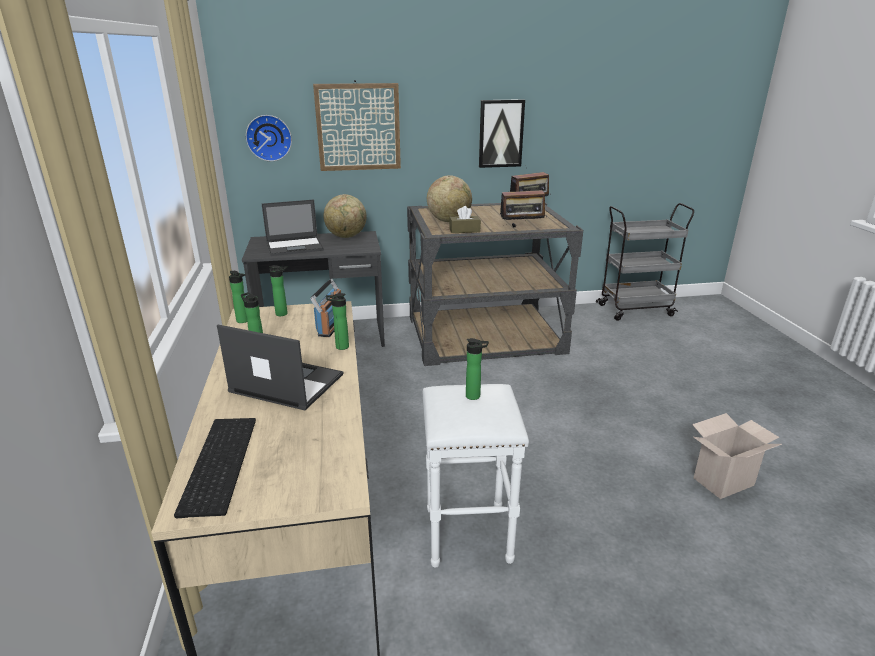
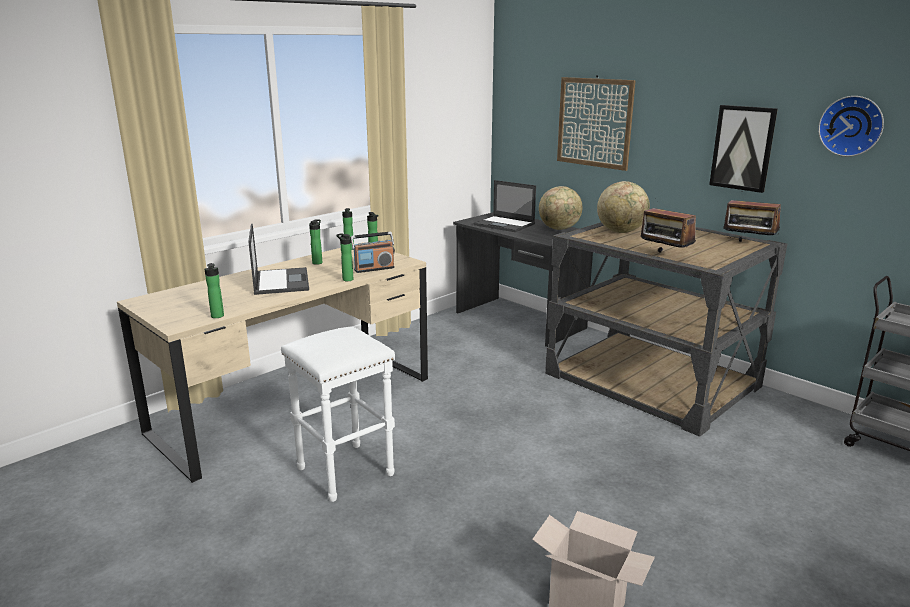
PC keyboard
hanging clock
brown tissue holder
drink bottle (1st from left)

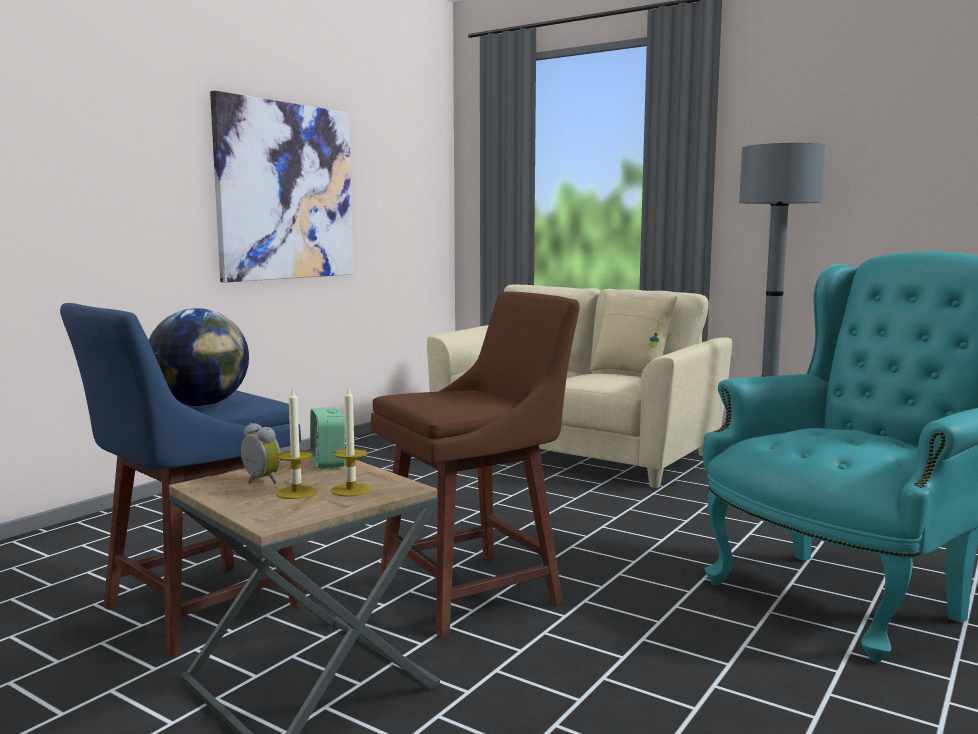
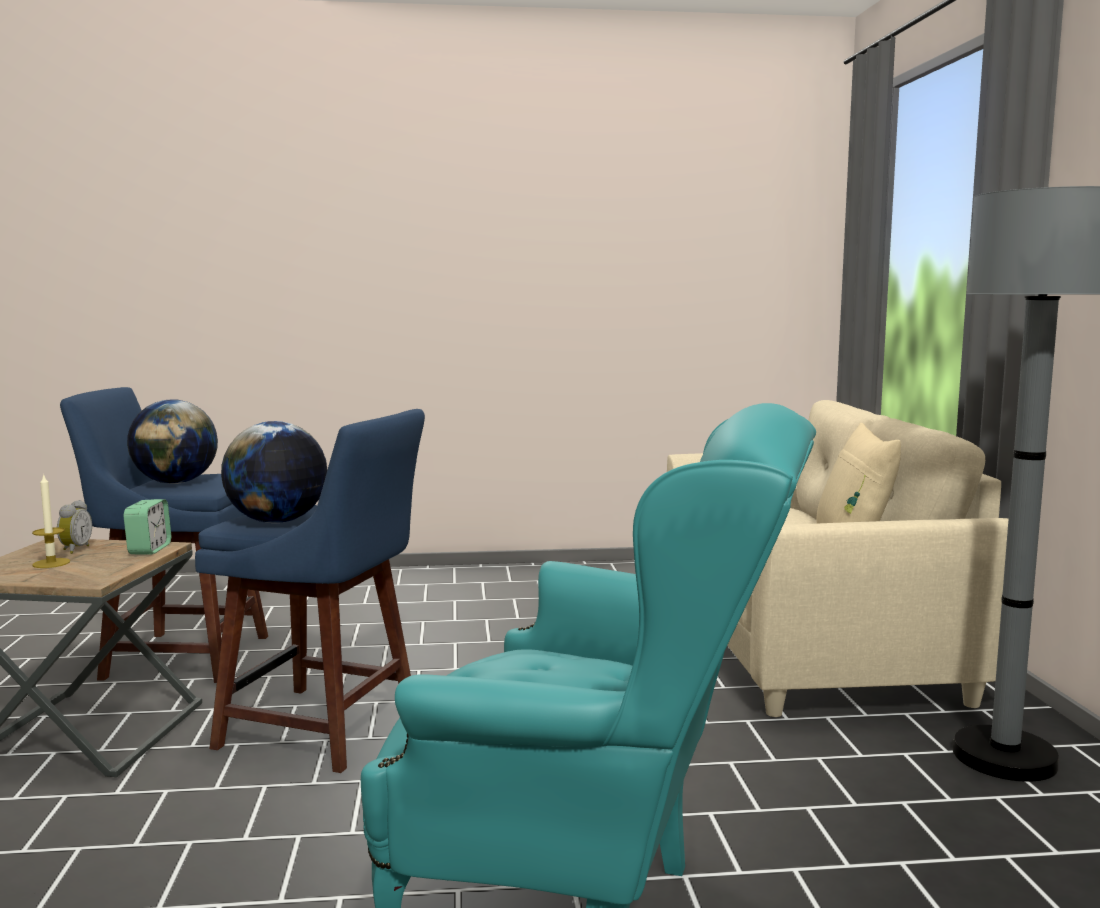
picture
alarm clock (2nd from left)
wax candle (2nd from left in the first image)
blue-coloured sitting stool (2nd from left)
world globe (2nd from left)

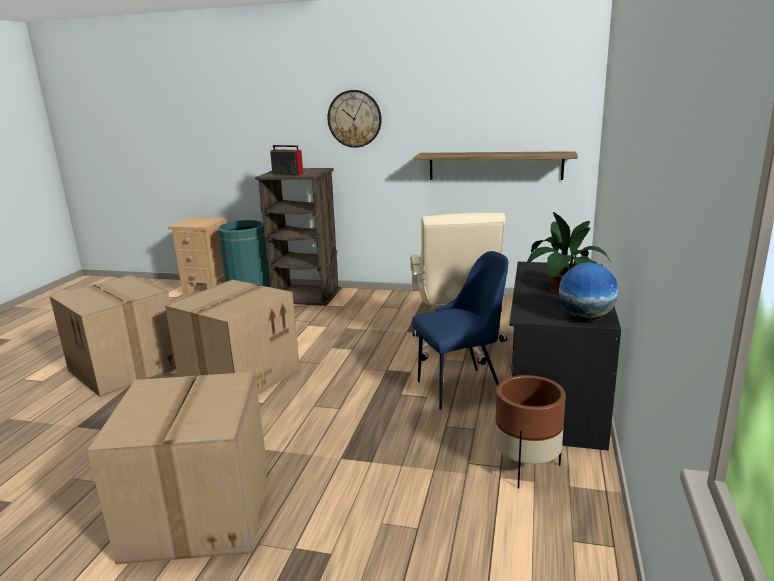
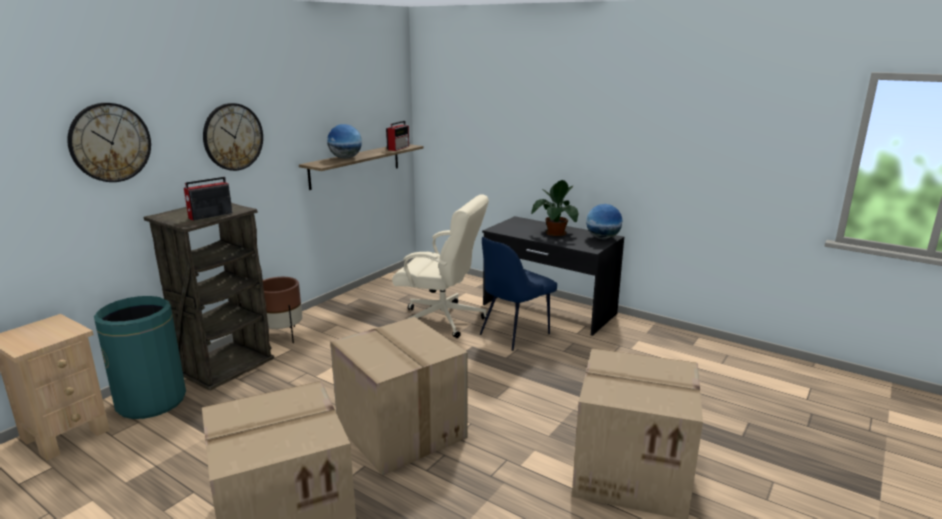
blue-coloured chair
brown plant pot
hanging clock (1st from left)
world globe (1st from left)
radio receiver (2nd from left)

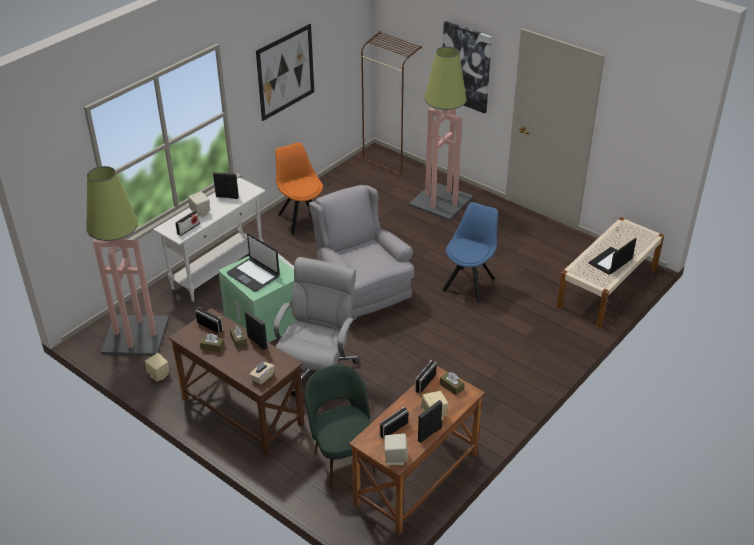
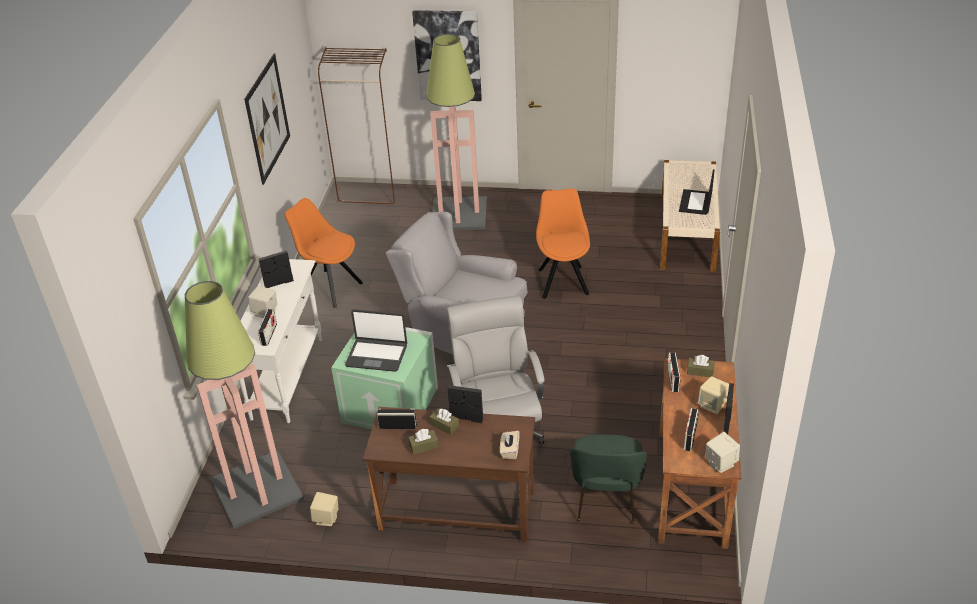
green chair
orange-coloured chair (2nd from left)

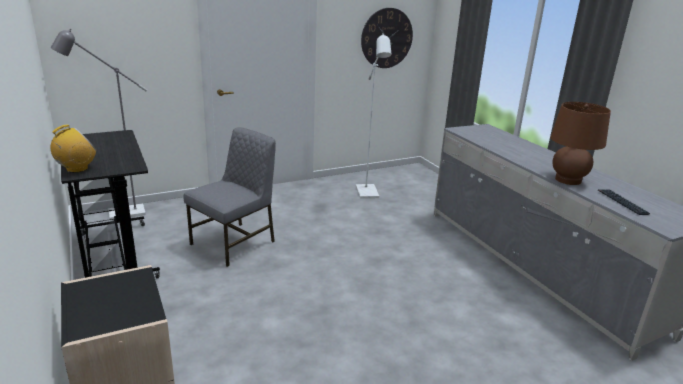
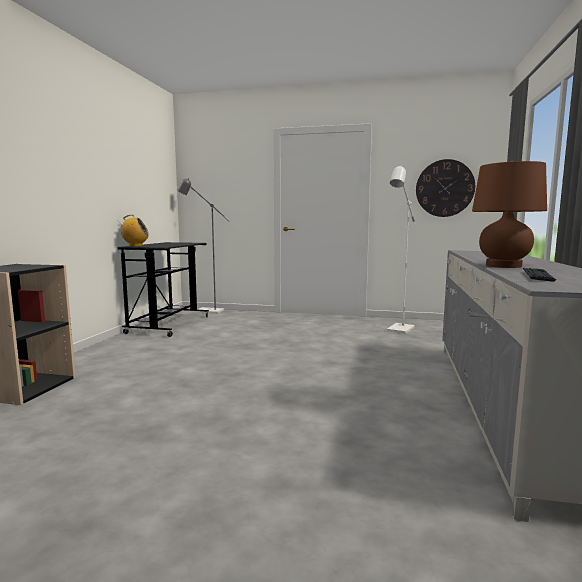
greyish chair

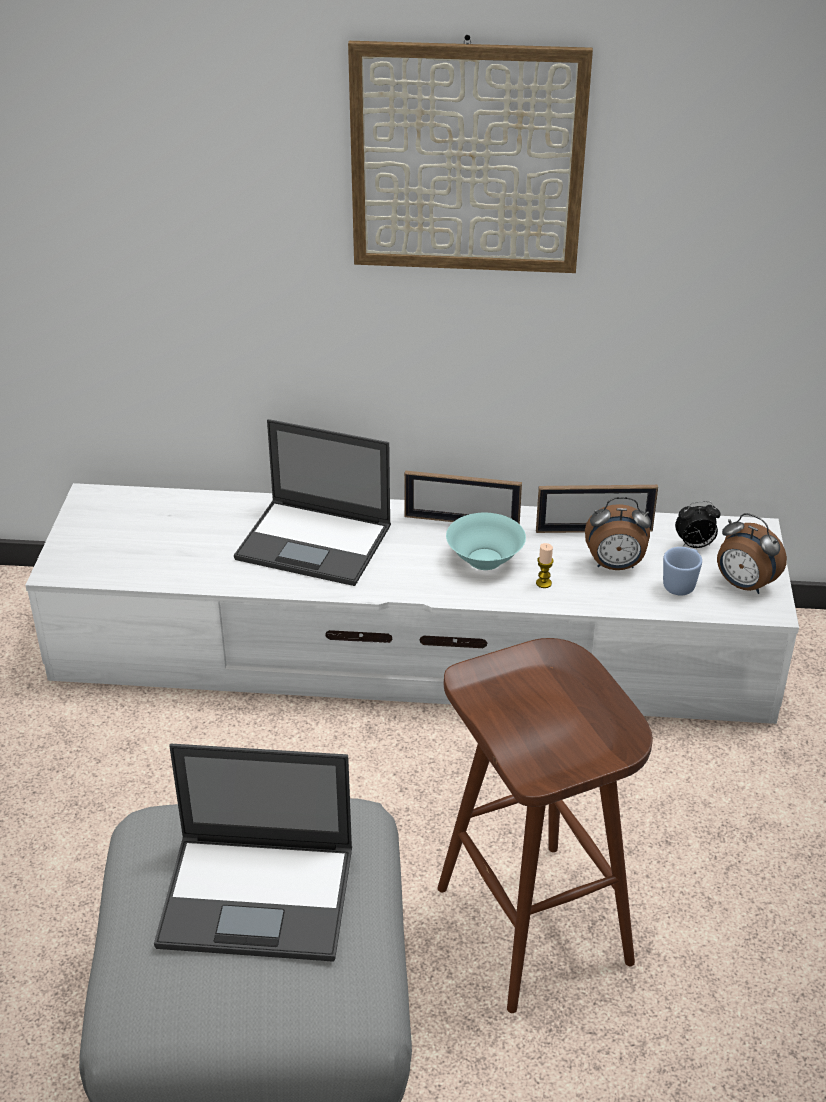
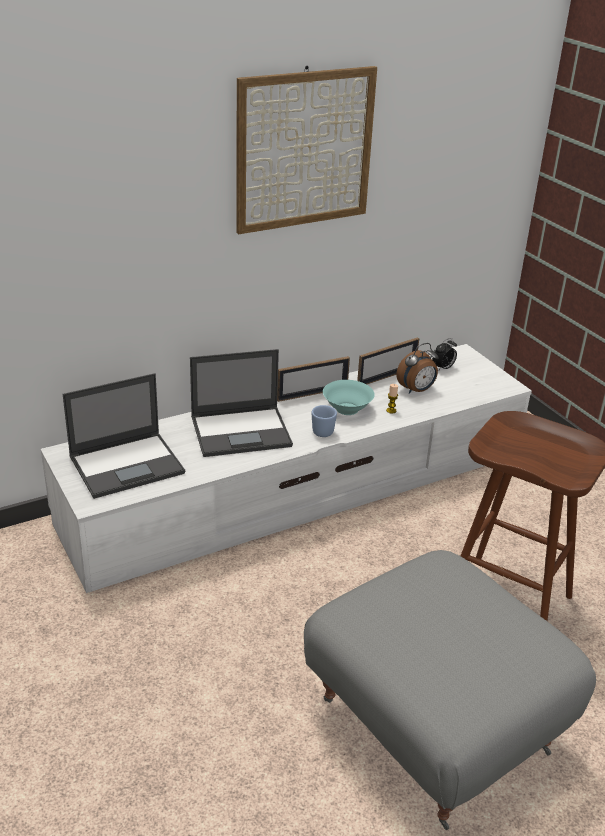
laptop (1st from left)
blue-coloured tea mug
alarm clock (3rd from left in the first image)

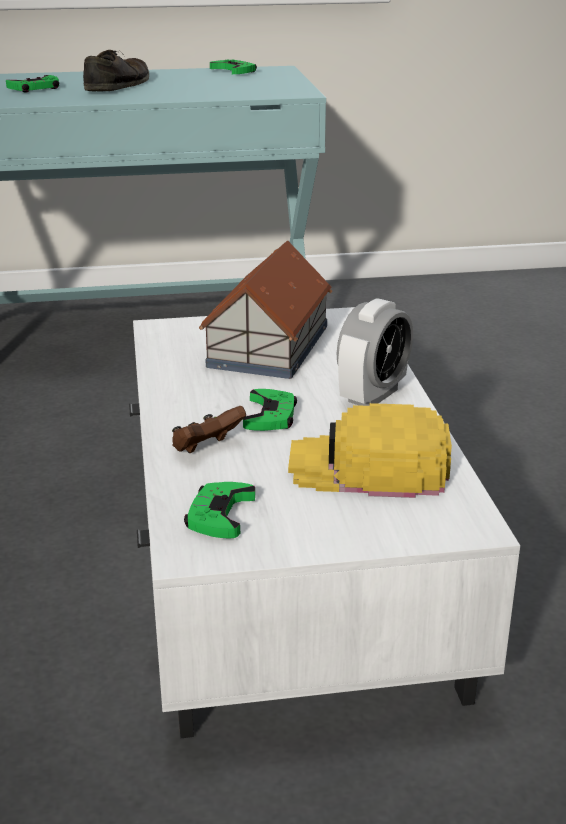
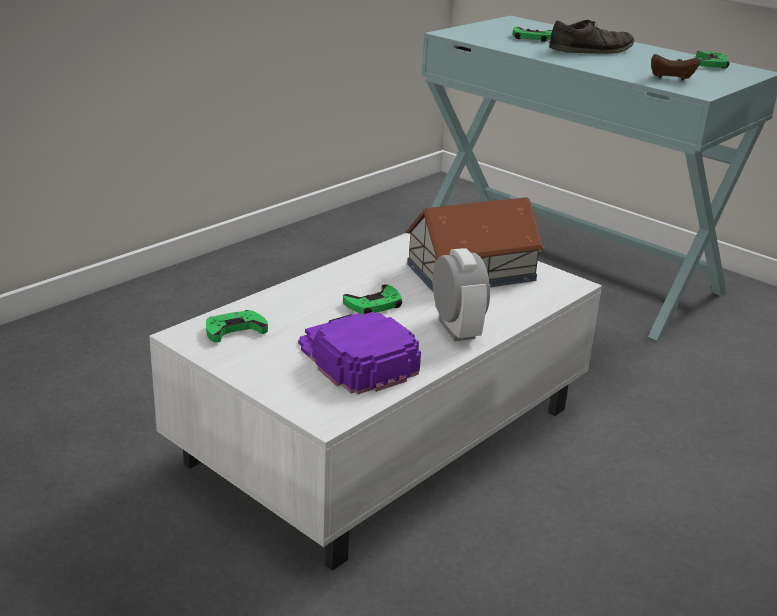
brown joypad
purple-coloured peaked cap
alarm clock

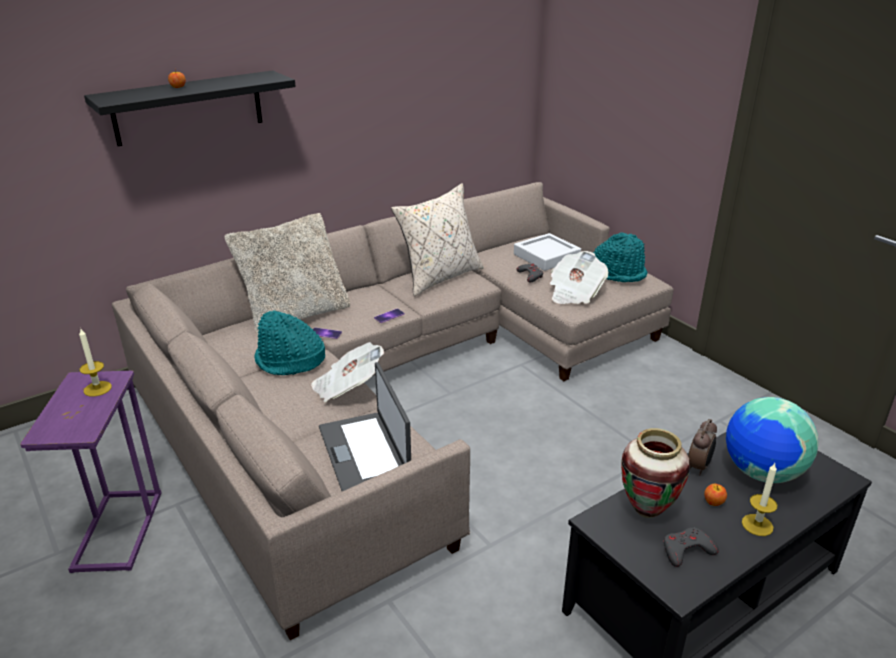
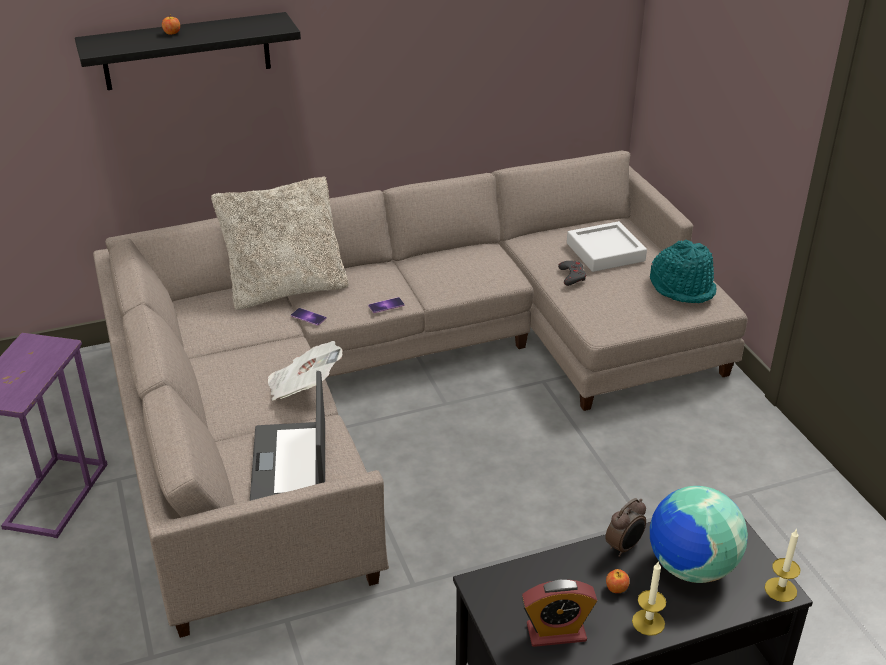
wax candle (2nd from left)
turquoise wearable hat (1st from left in the first image)
beige throw pillow (2nd from left in the first image)
printed paper (2nd from left in the first image)
decorative vase
alarm clock (1st from left)

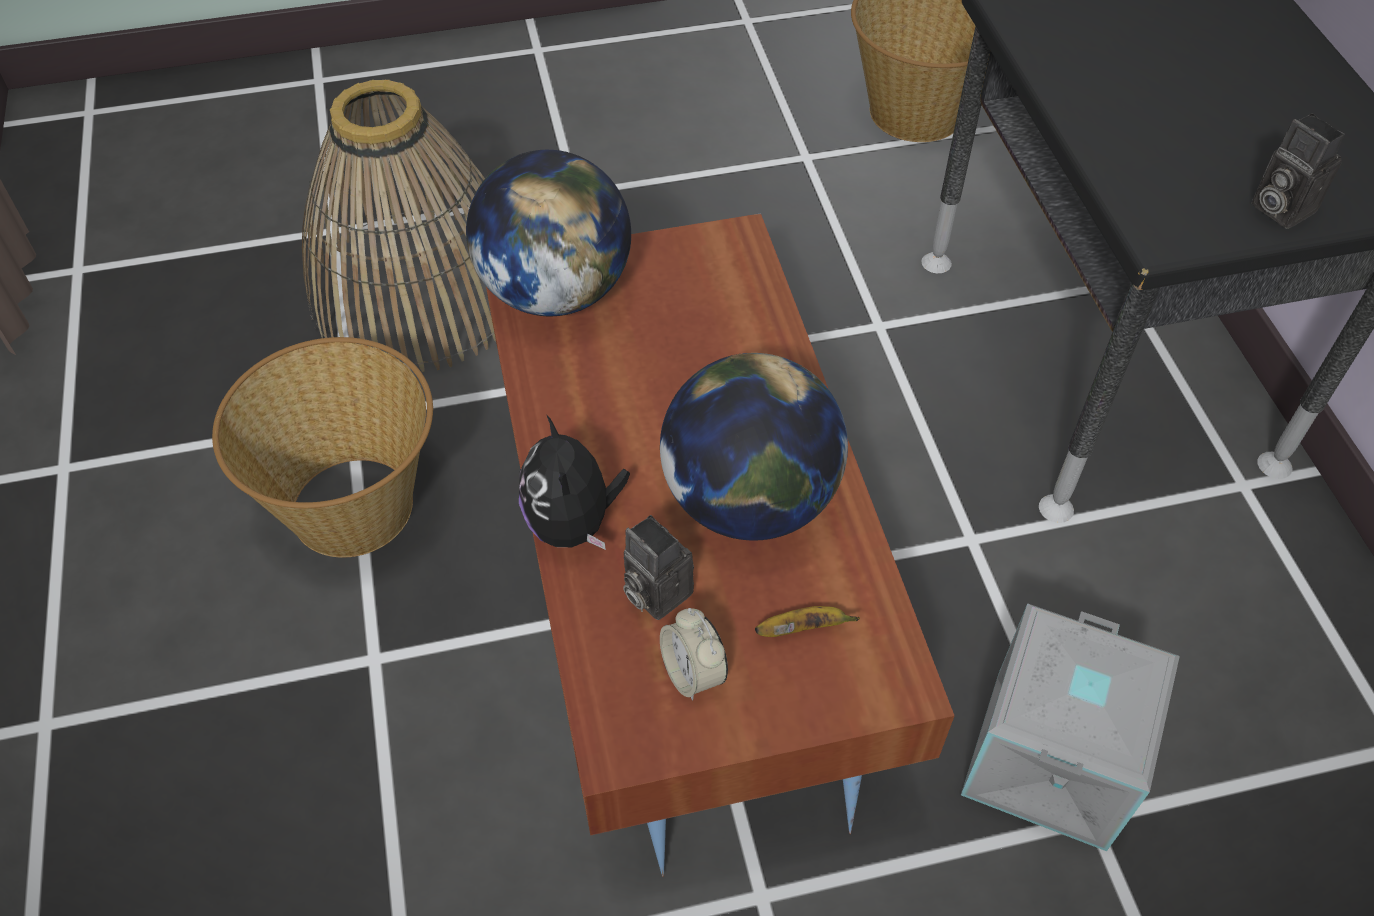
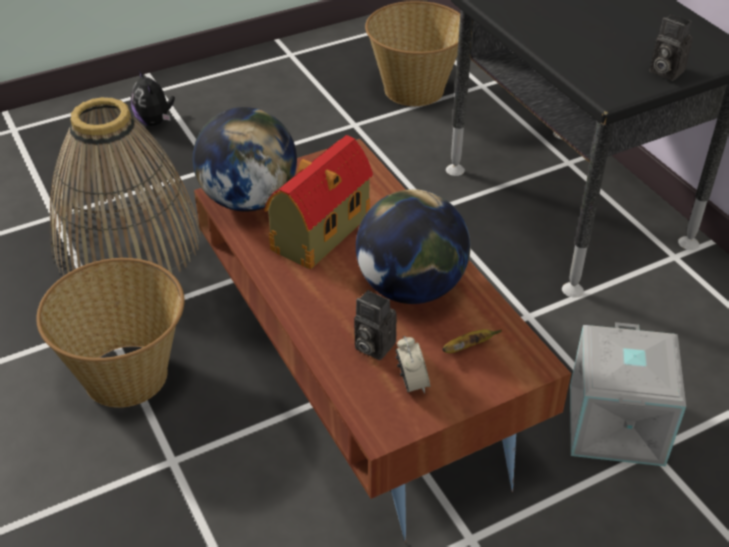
cuddly toy
alarm clock
model house

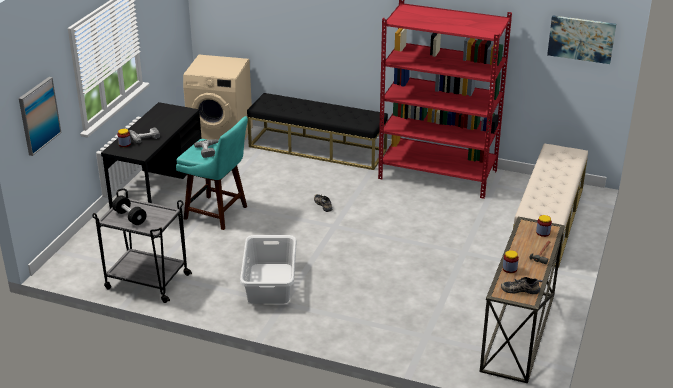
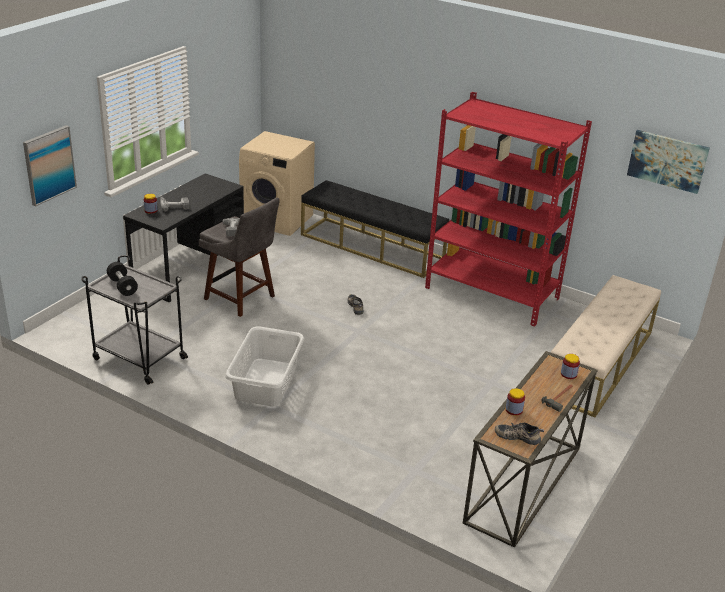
greyish sitting stool

